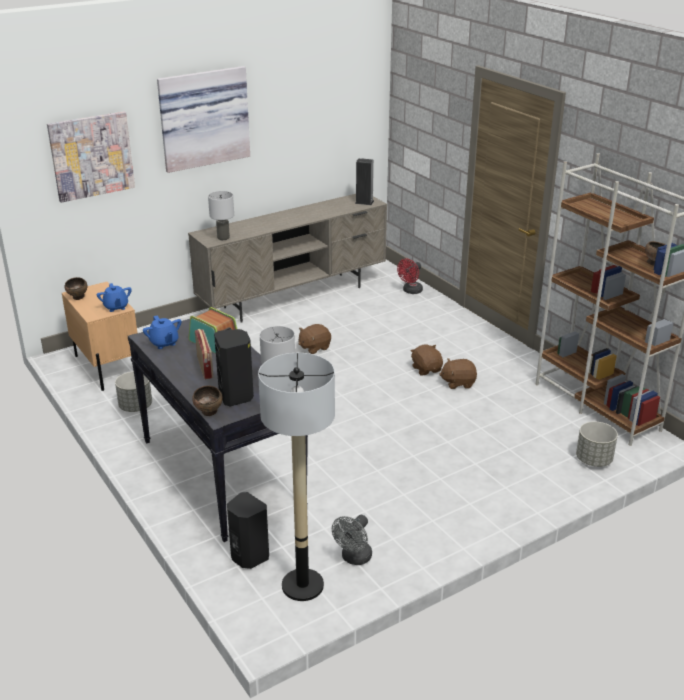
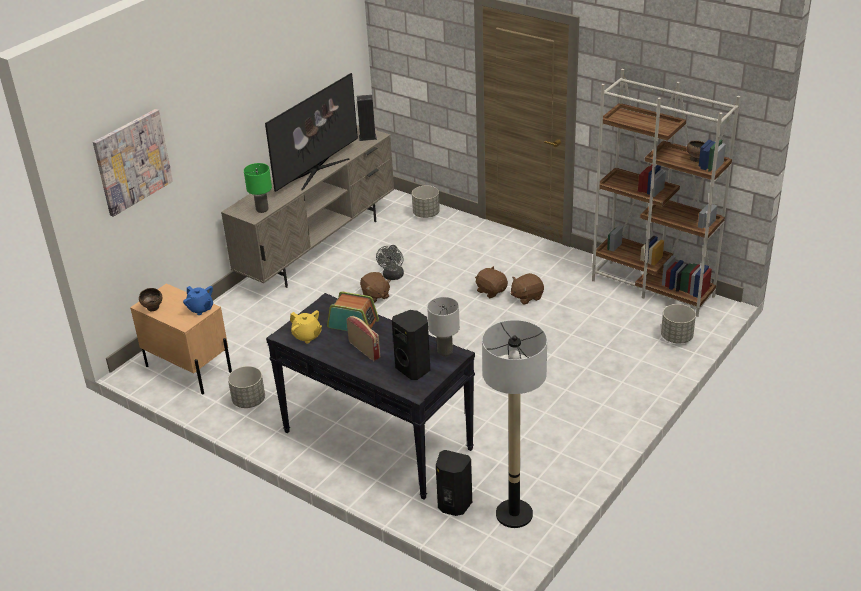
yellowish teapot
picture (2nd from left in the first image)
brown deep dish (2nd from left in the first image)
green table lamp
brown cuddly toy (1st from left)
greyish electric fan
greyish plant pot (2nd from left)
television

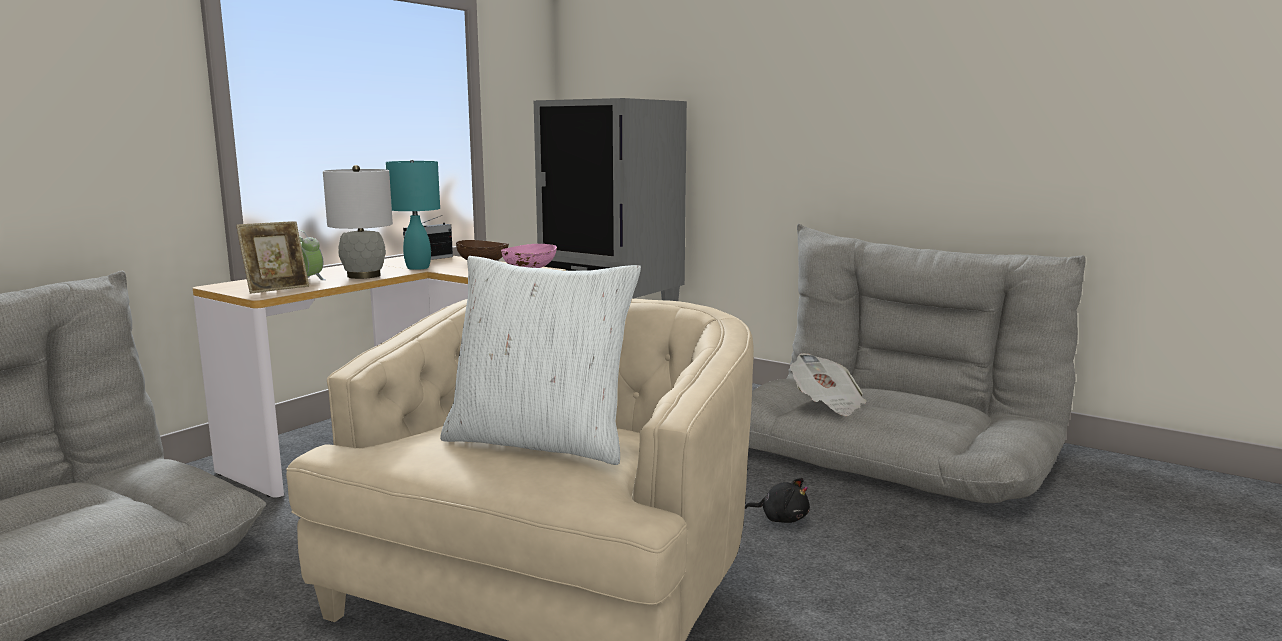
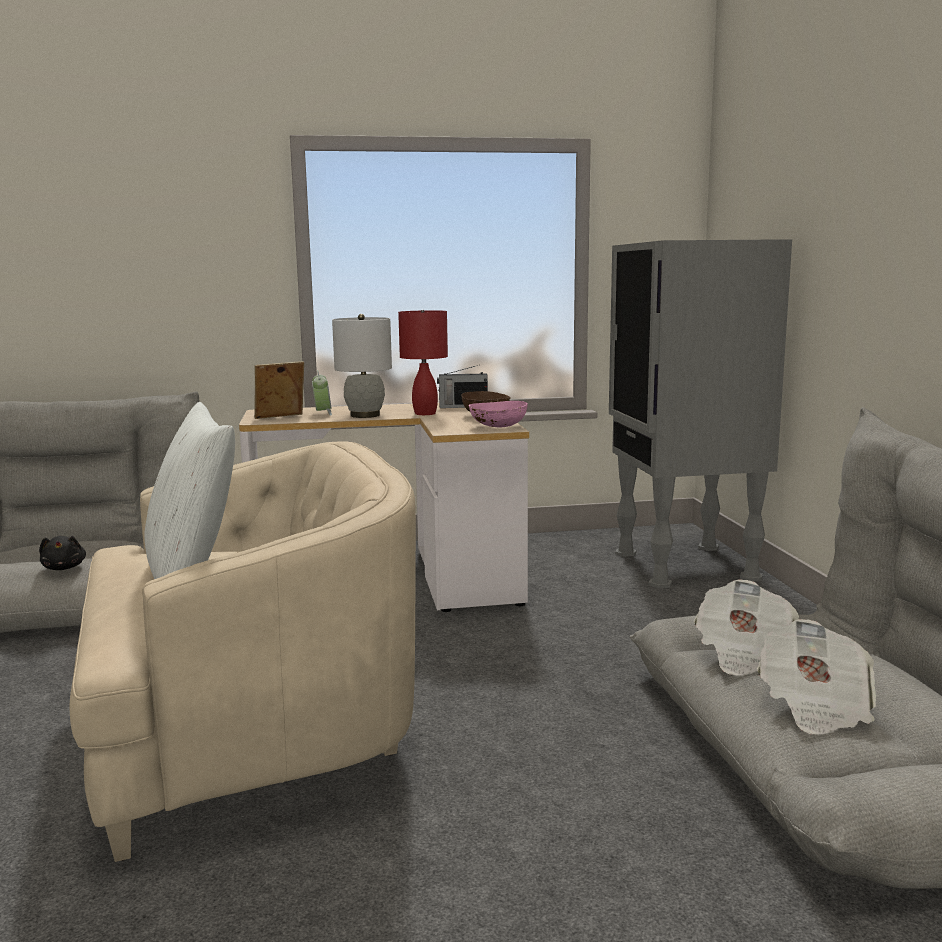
photo frame
reddish table lamp
blackish cuddly toy
printed paper (2nd from left)

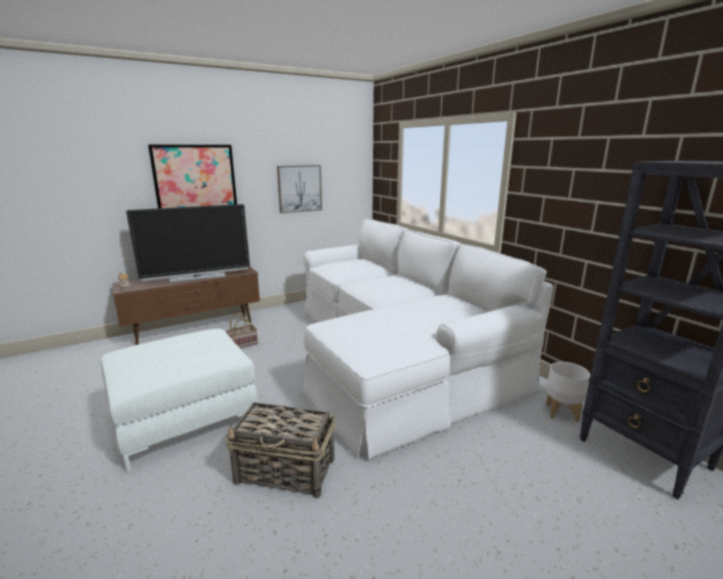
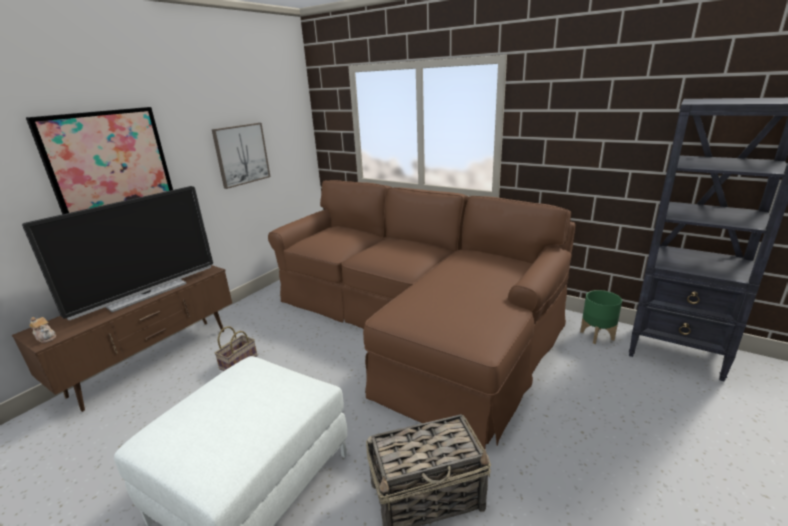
brown settee
green plant pot

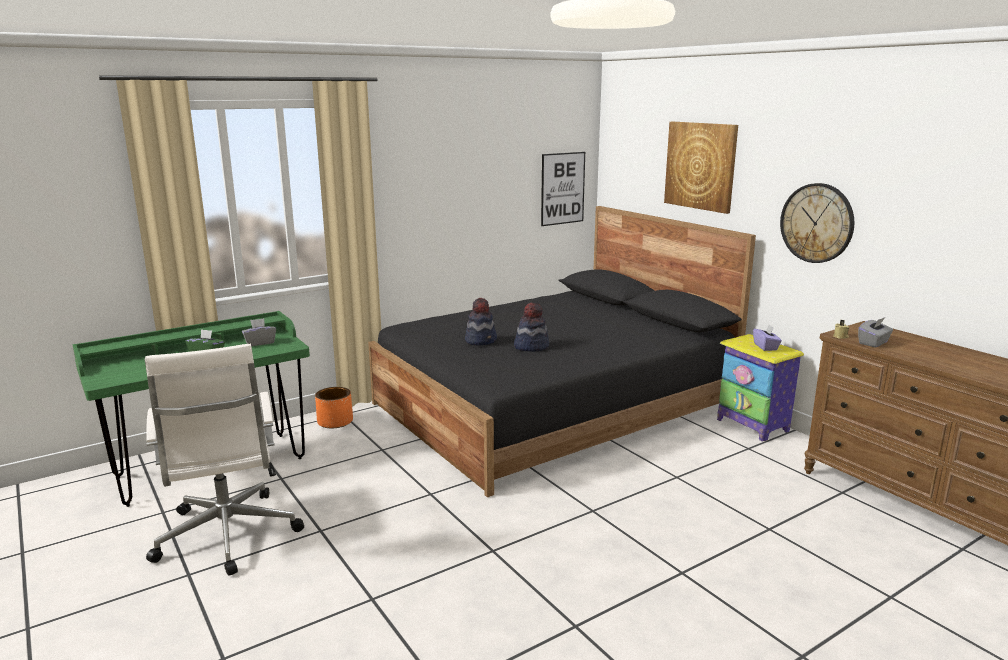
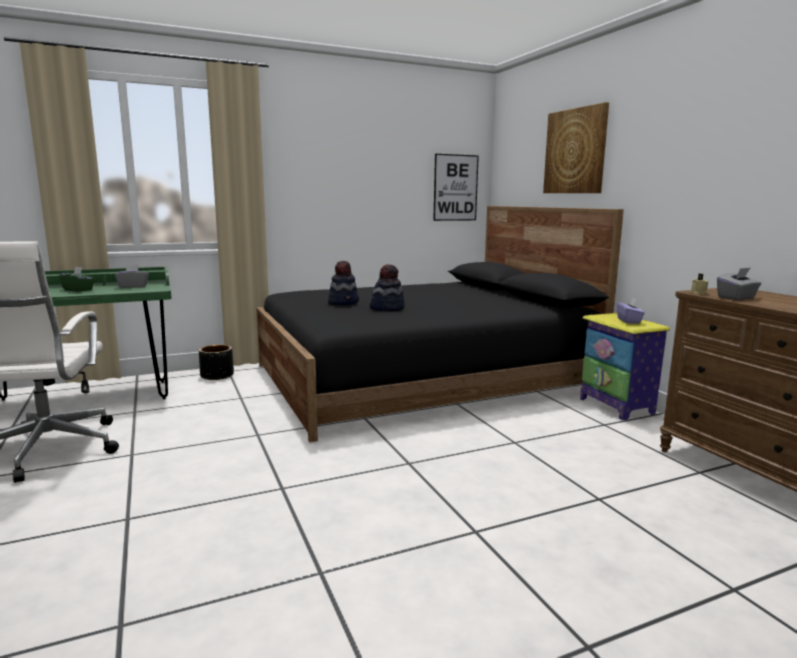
blackish plant pot
hanging clock

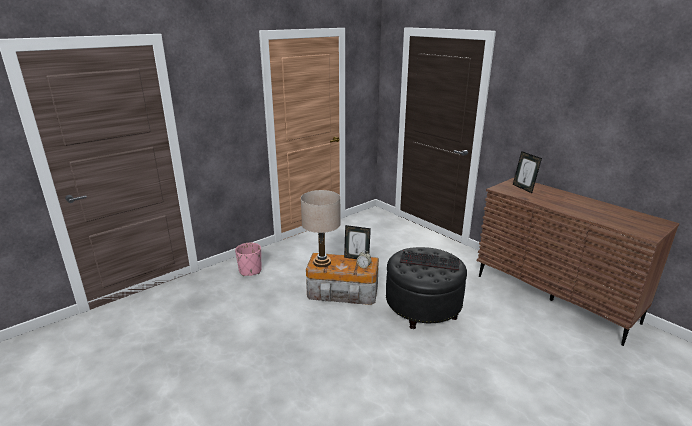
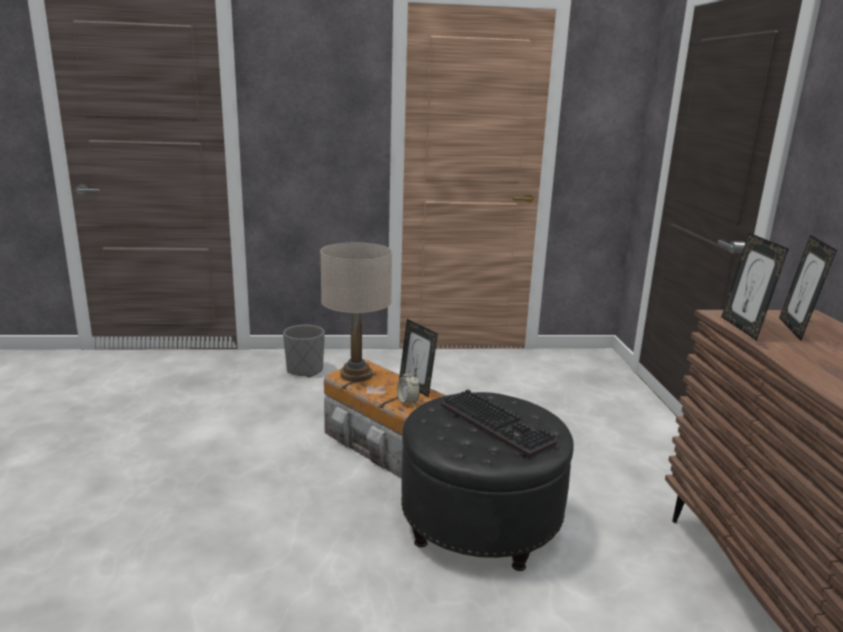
greyish plant pot
photo frame (2nd from left)

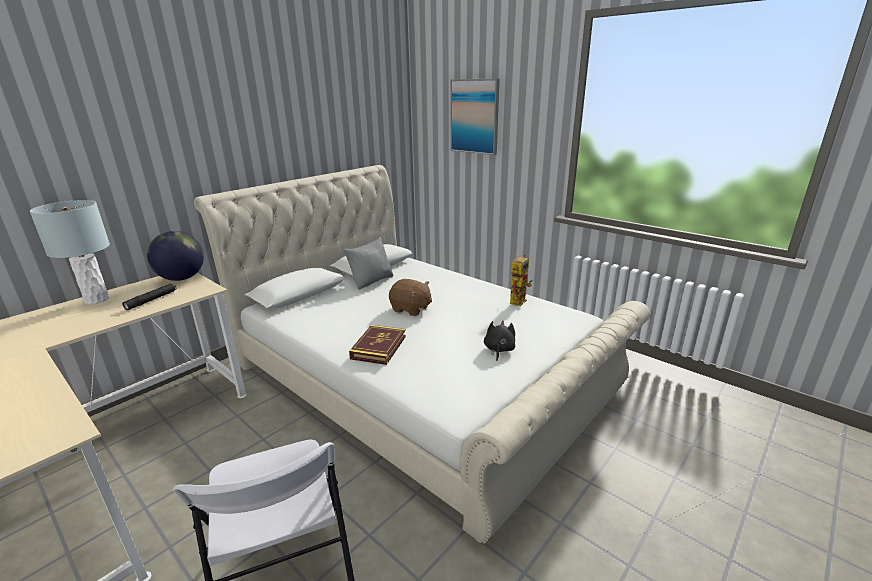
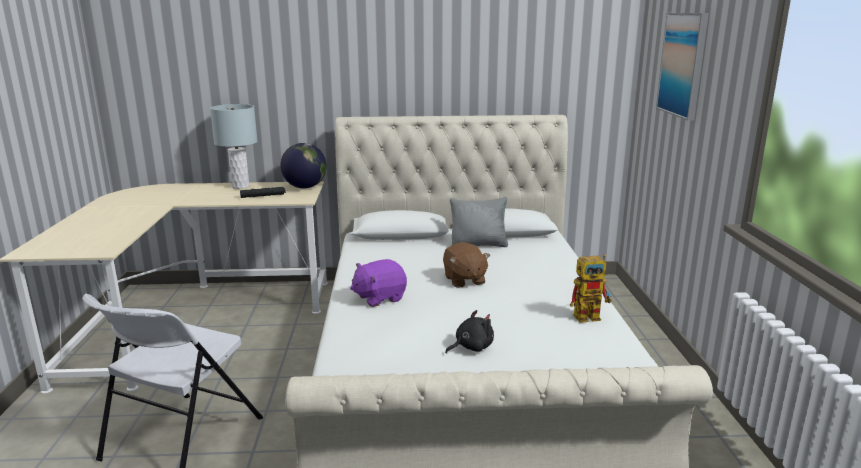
purple-coloured cuddly toy

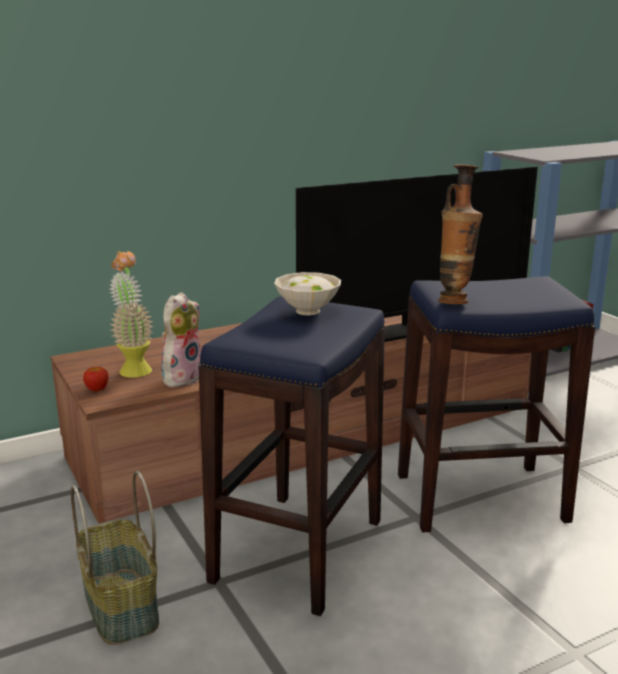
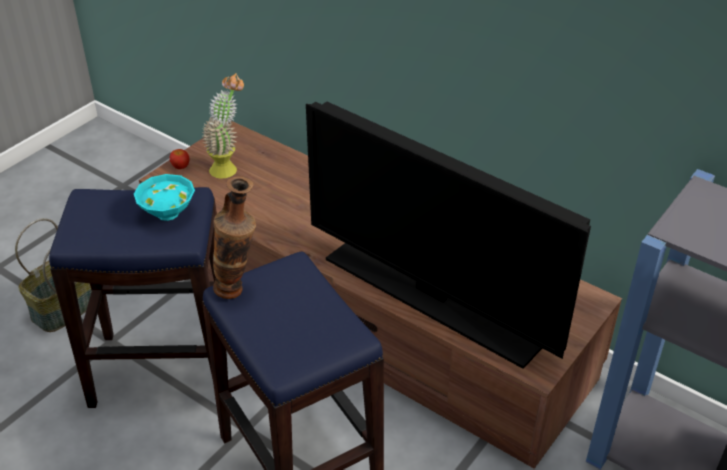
cuddly toy
turquoise deep dish

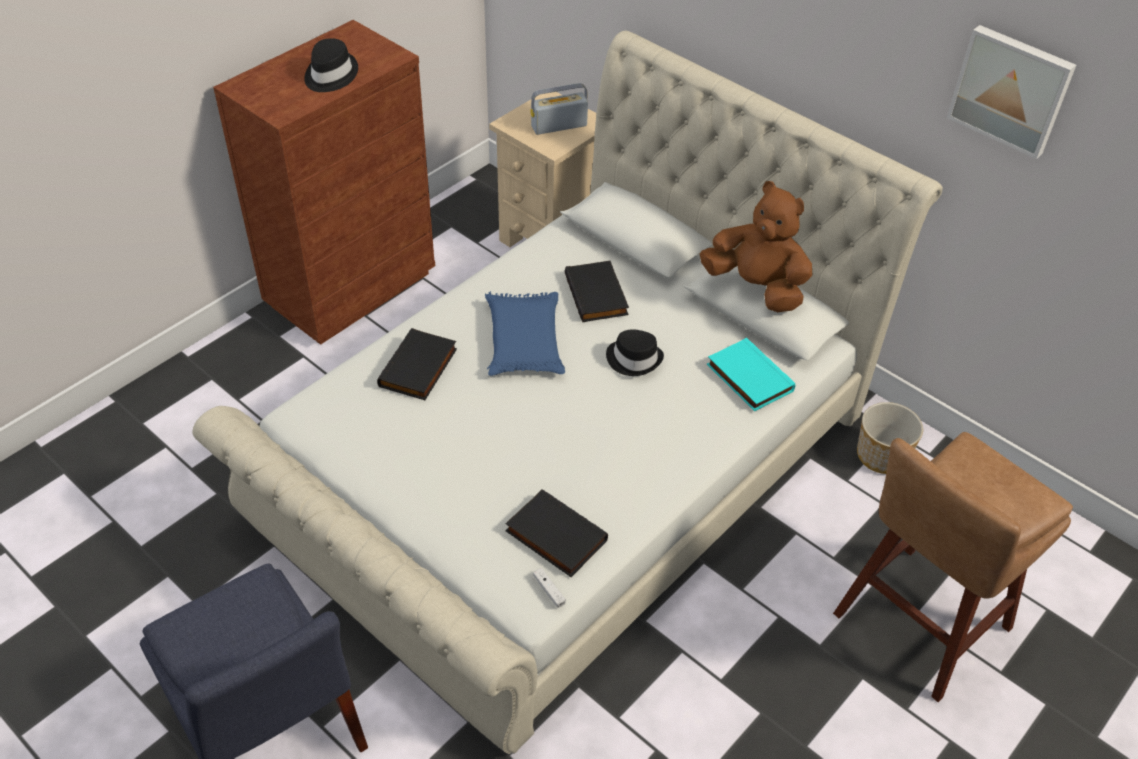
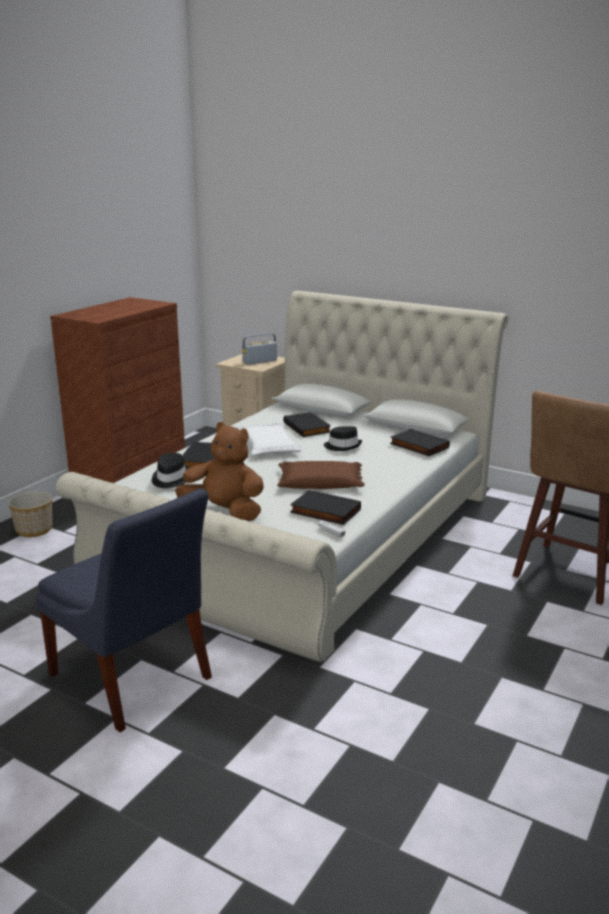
blackish wearable hat (1st from left)
white throw pillow
brown cuddly toy
blackish volume (4th from left)
plant pot
picture
brown throw pillow

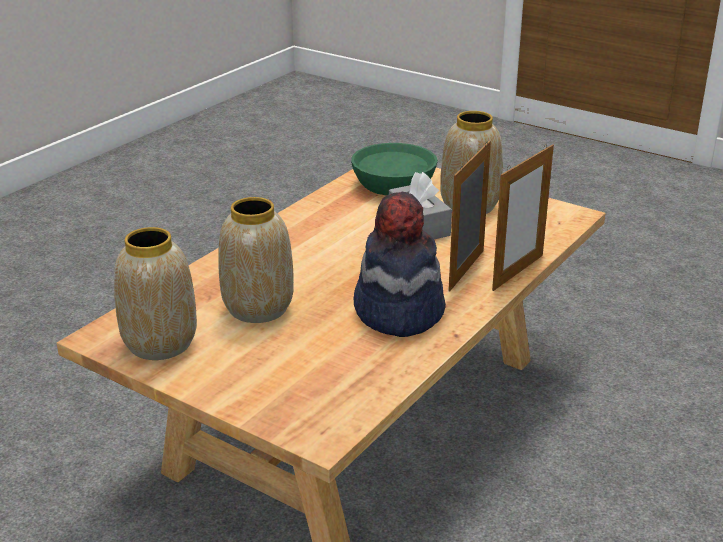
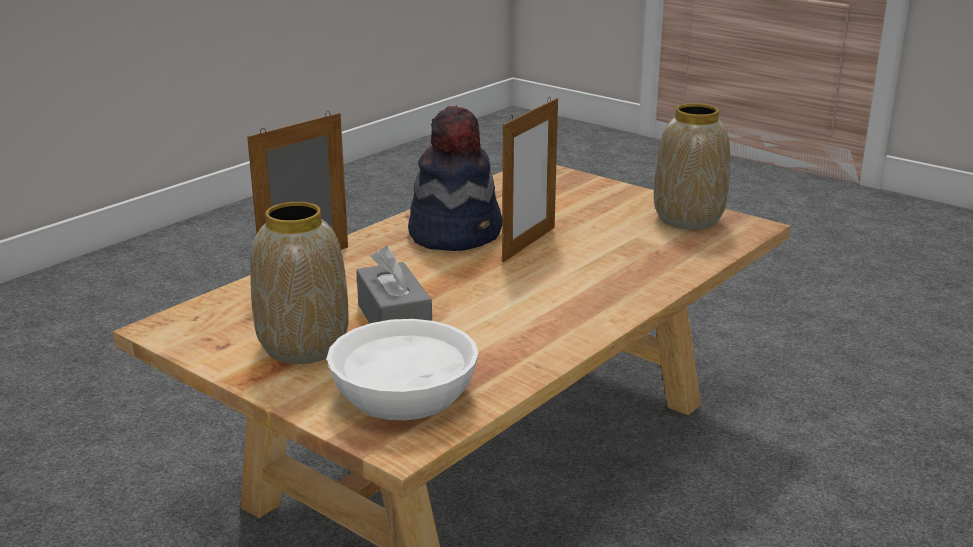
decorative vase (2nd from left in the first image)
white deep dish
photo frame (2nd from left)

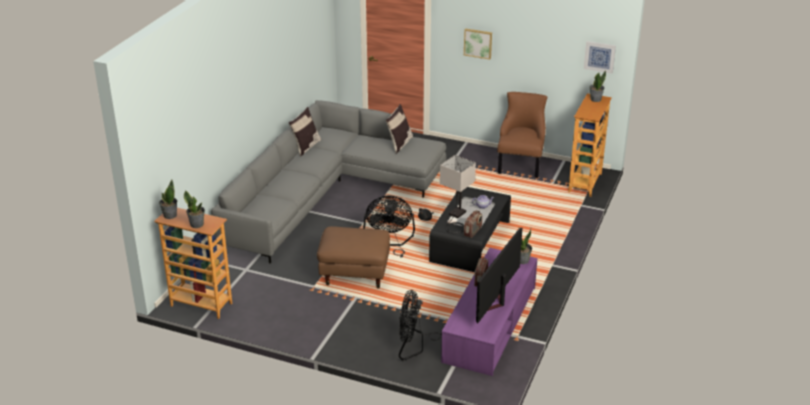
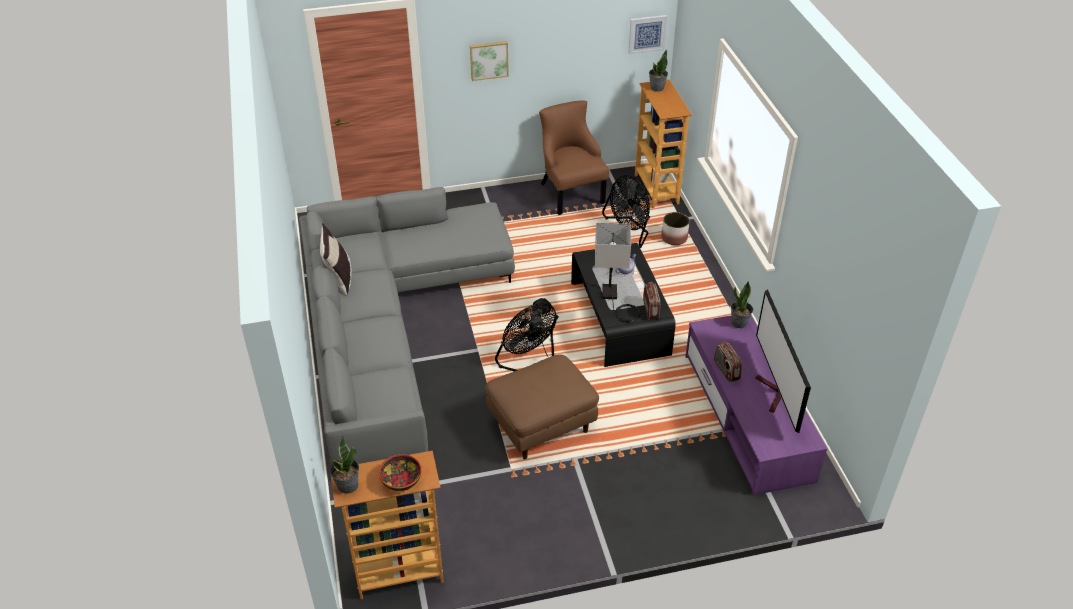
deep dish
throw pillow (2nd from left in the first image)
blackish electric fan (2nd from left)
plant pot

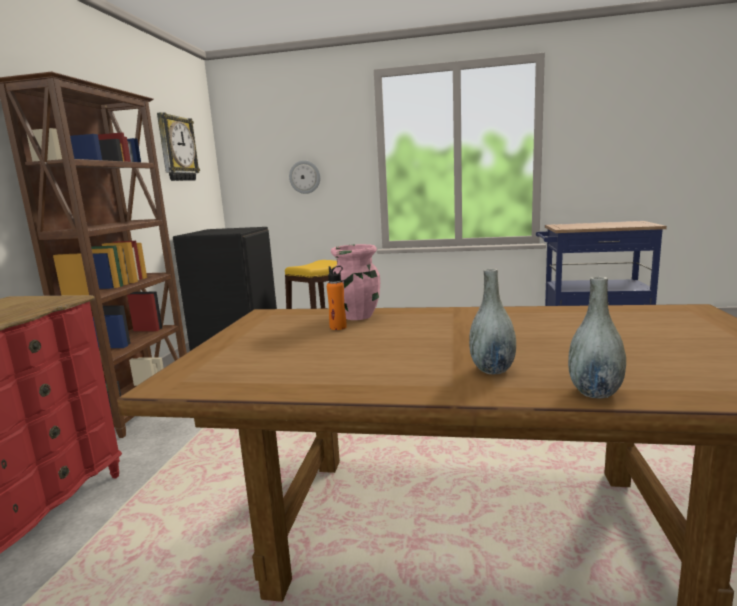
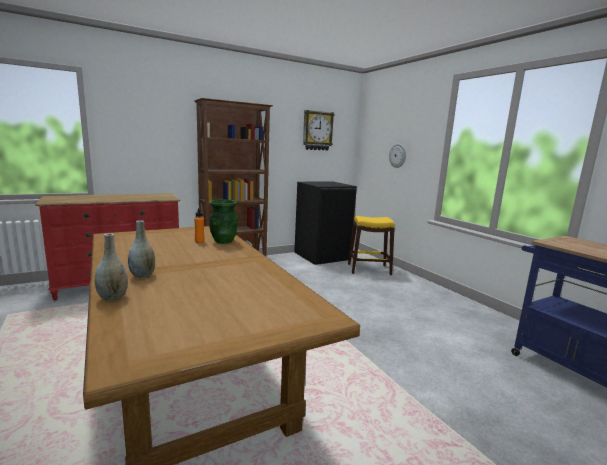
green decorative vase

